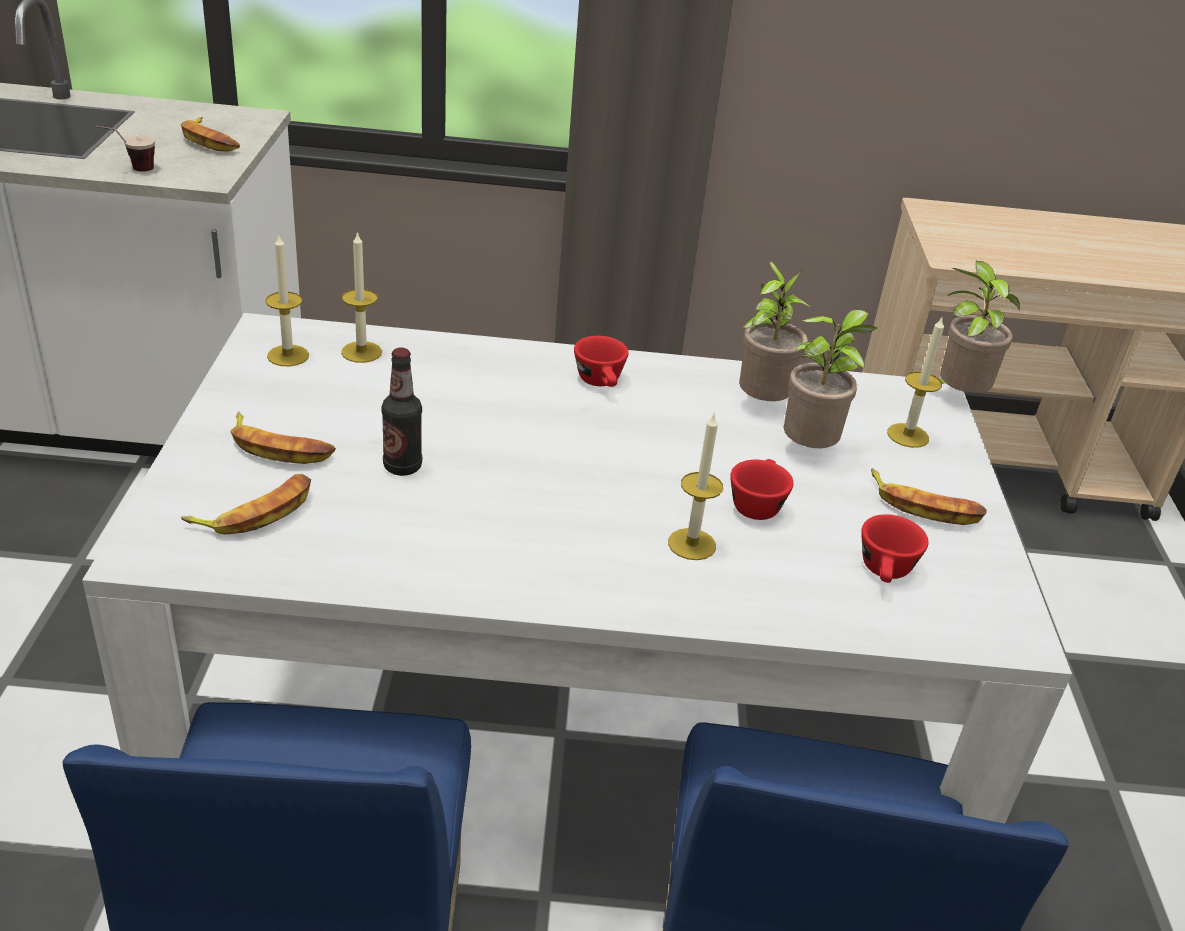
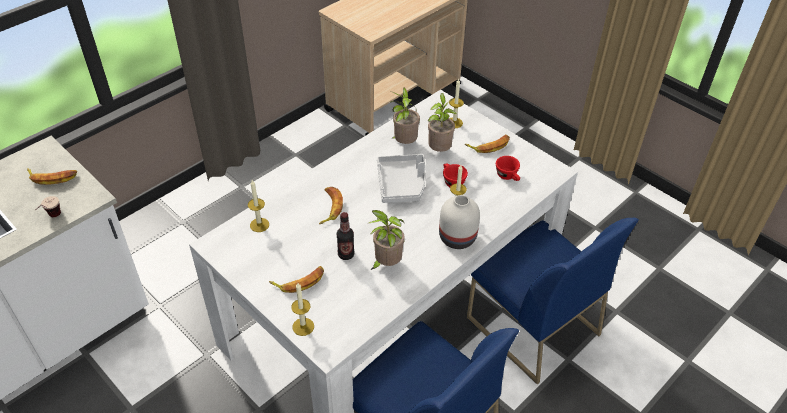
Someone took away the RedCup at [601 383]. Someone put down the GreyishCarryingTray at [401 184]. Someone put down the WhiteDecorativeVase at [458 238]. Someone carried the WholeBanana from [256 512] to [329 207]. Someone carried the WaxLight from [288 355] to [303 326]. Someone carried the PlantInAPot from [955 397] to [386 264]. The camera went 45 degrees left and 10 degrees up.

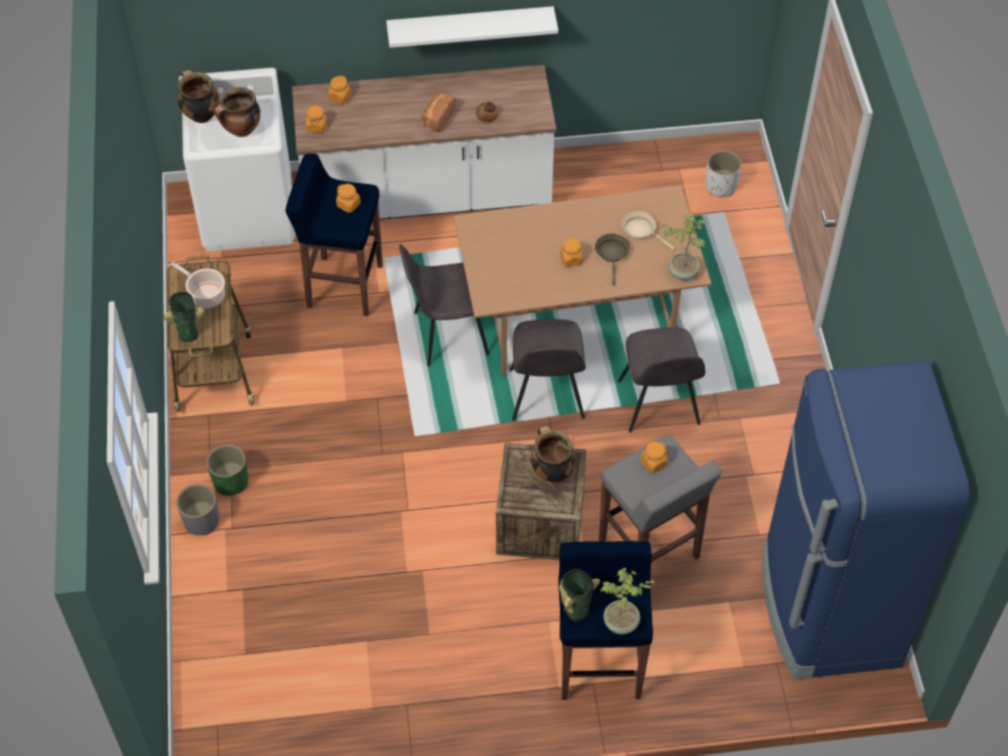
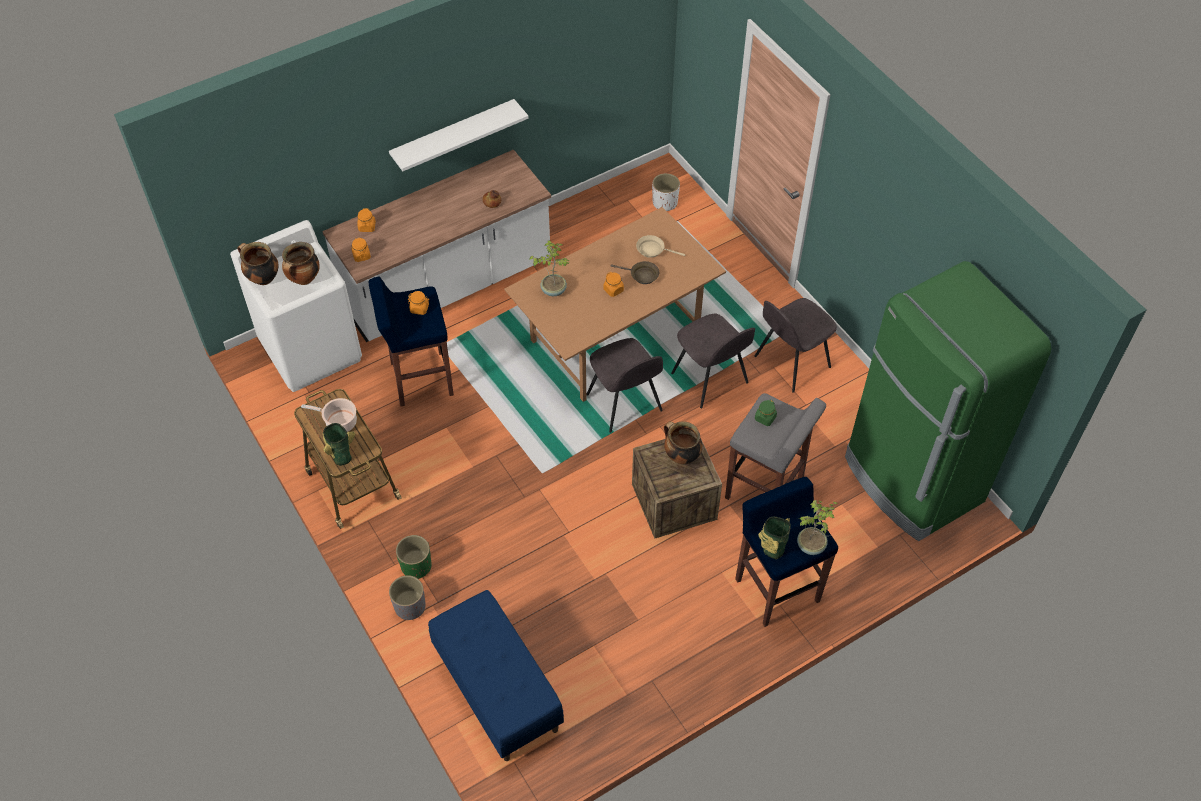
Someone took away the Bread at [437 118]. Someone put down the BlueColouredIndoorBench at [496 690]. Someone carried the GreyishUprightChair from [448 334] to [790 363]. Someone carried the PlantInAPot from [683 272] to [553 290]. Someone repainted the OrangeStorageJar at [653 463], which became the GreenishStorageJar at [765 418]. Someone repainted the BlueColouredRefrigerator at [828 609], which became the GreenishRefrigerator at [912 481]. Someone rotated the BrownishFryingPan at [612 254] by 135 degrees clockwise. The camera went 25 degrees left and 0 degrees up.

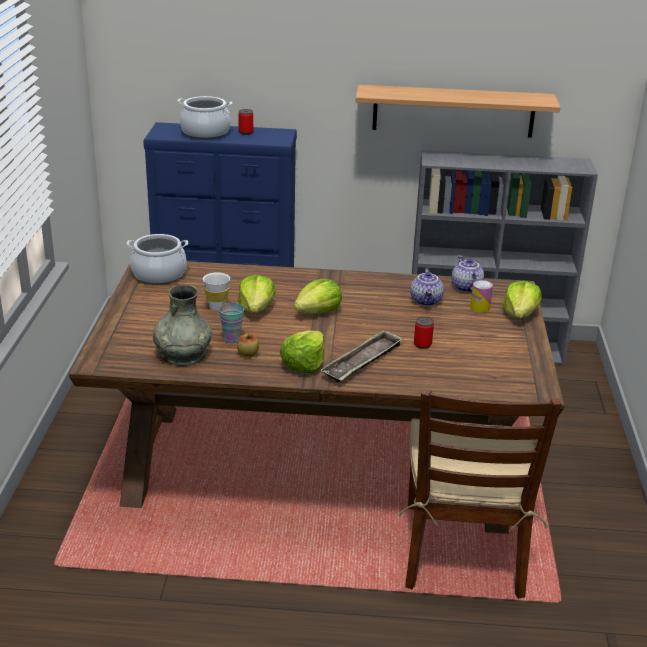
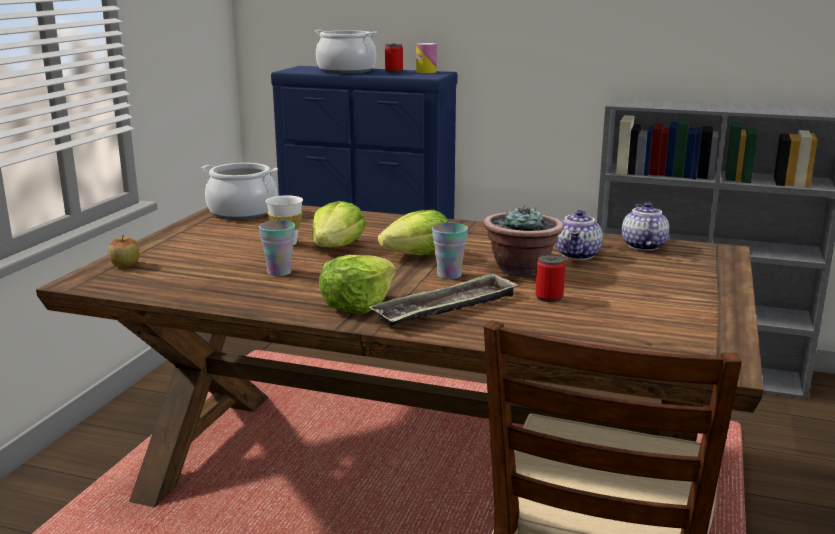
Someone took away the GreyishDecorativeVase at [182 353]. Someone took away the BracketShelf at [453 111]. Someone took away the LettuceHead at [520 314]. Someone put down the Cup at [449 275]. Someone put down the PlantInAPot at [521 269]. Someone carried the Apple from [248 354] to [125 265]. Someone carried the SealedCan from [480 307] to [426 72]. The camera went 15 degrees right and 10 degrees down.

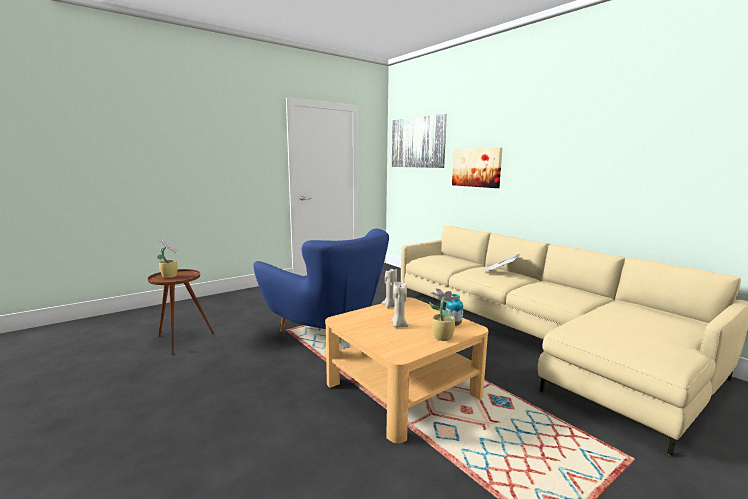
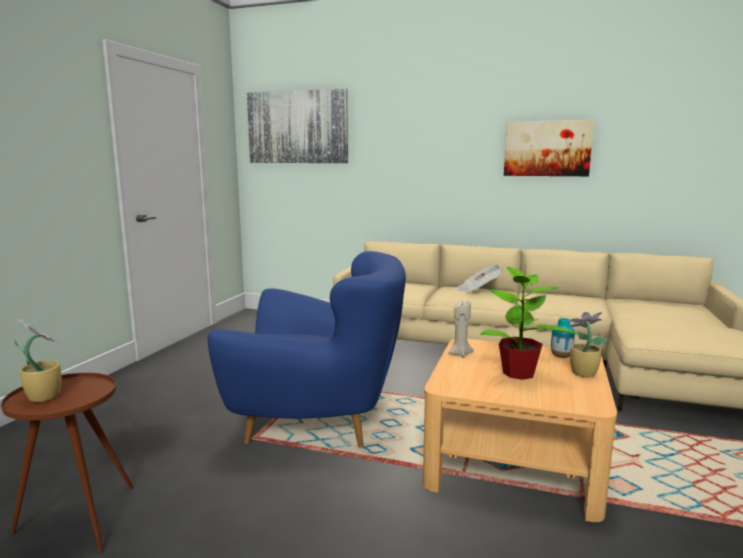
Someone carried the Picture from [476 167] to [547 148]. Someone swapped the BeigeColouredWaxLight at [398 325] for the PlantInAPot at [518 373]. The camera went 35 degrees left and 0 degrees up.

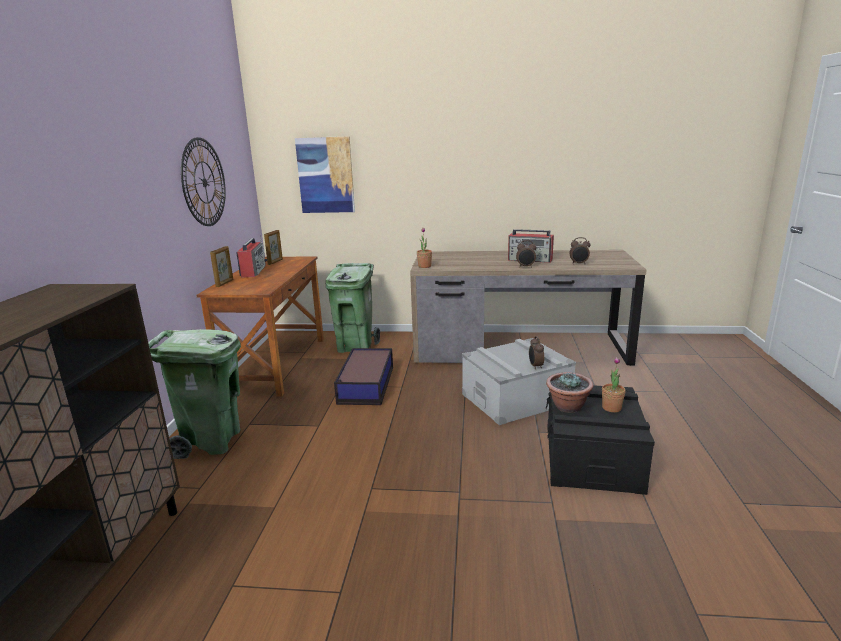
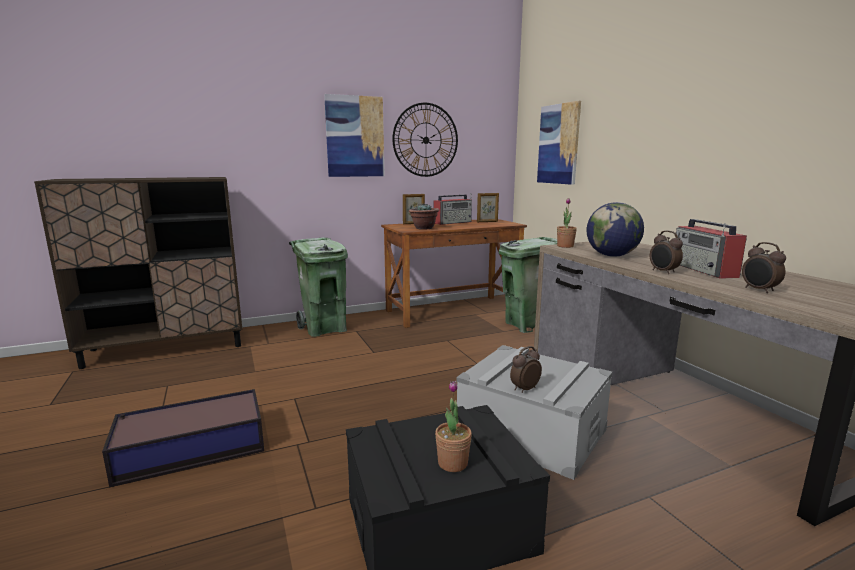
Someone put up the Picture at [355 136]. Someone put down the DeskGlobe at [612 256]. Someone carried the StorageContainer from [365 385] to [190 448]. Someone carried the PlantInAPot from [568 407] to [423 228]. The camera went 60 degrees right and 5 degrees down.

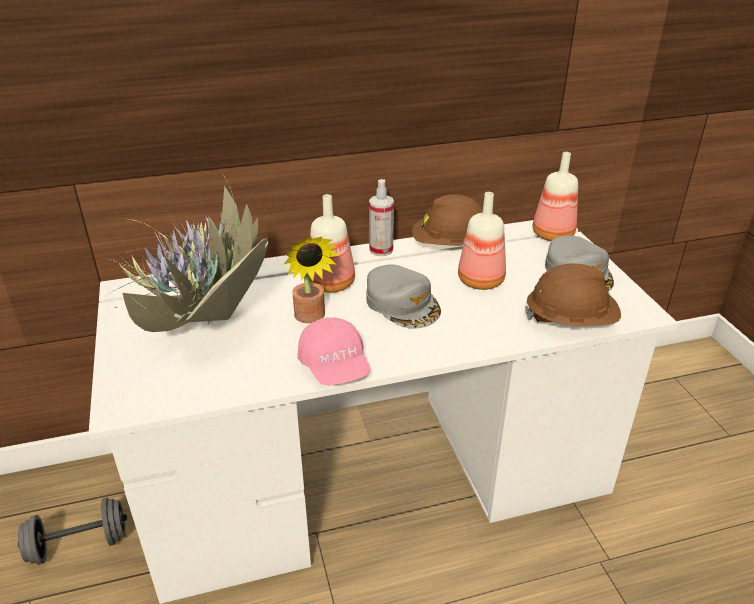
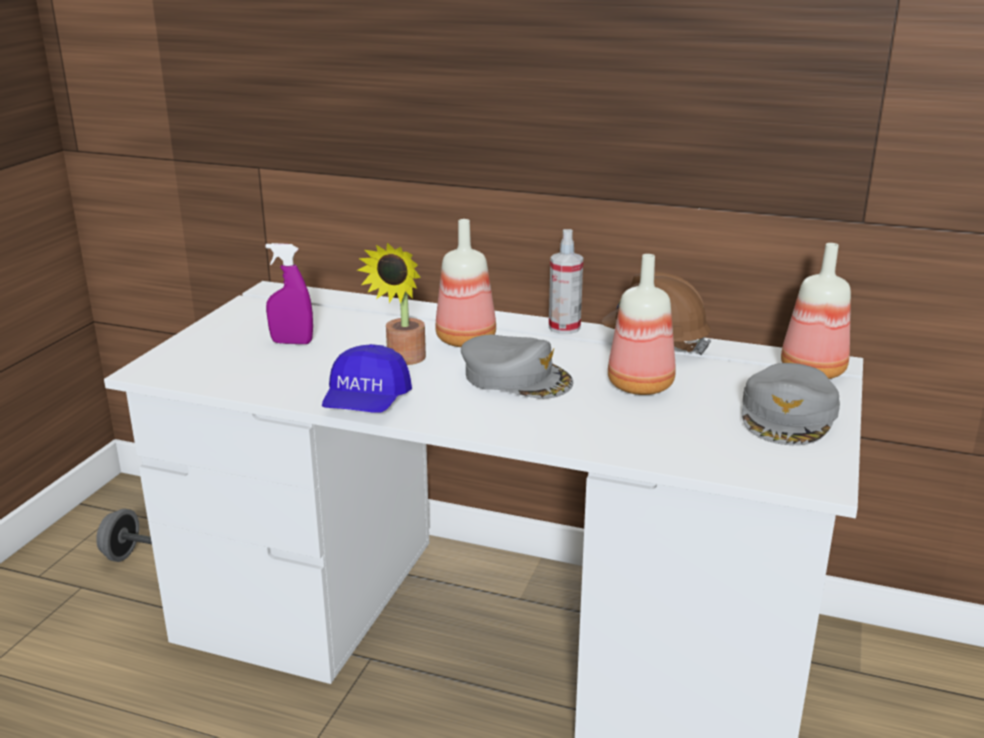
Someone took away the BrownishWorkHelmet at [570 320]. Someone swapped the PlantInAPot at [207 333] for the PurpleSprayBottle at [292 342]. Someone repainted the PinkishPeakedCap at [335 367], which became the BlueColouredPeakedCap at [366 404]. Someone rotated the GreyishPeakedCap at [402 303] by 60 degrees counterclockwise. The camera went 35 degrees right and 10 degrees down.

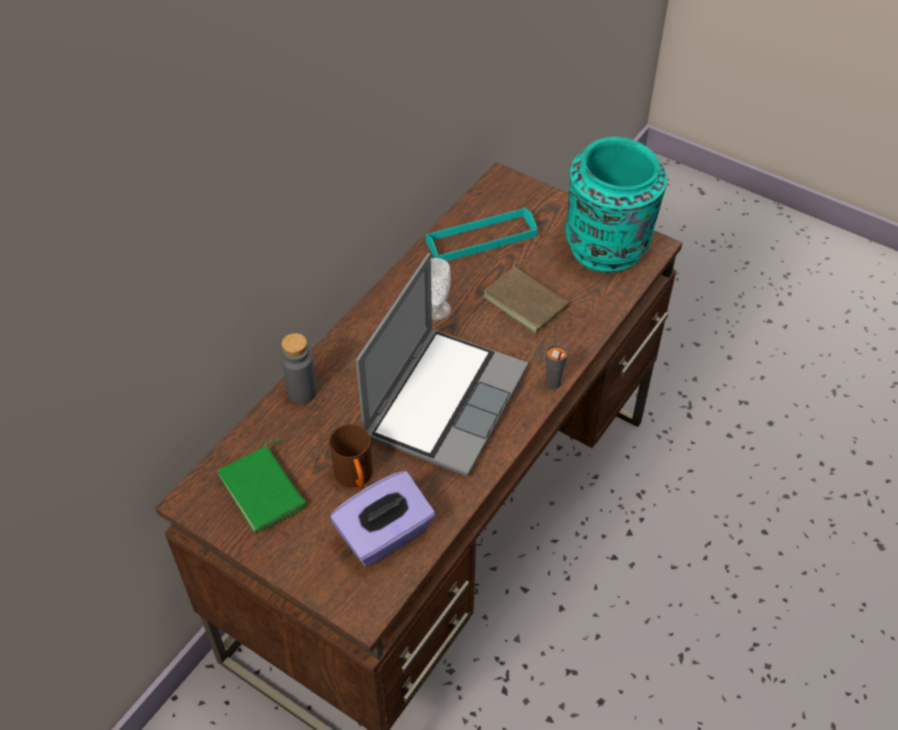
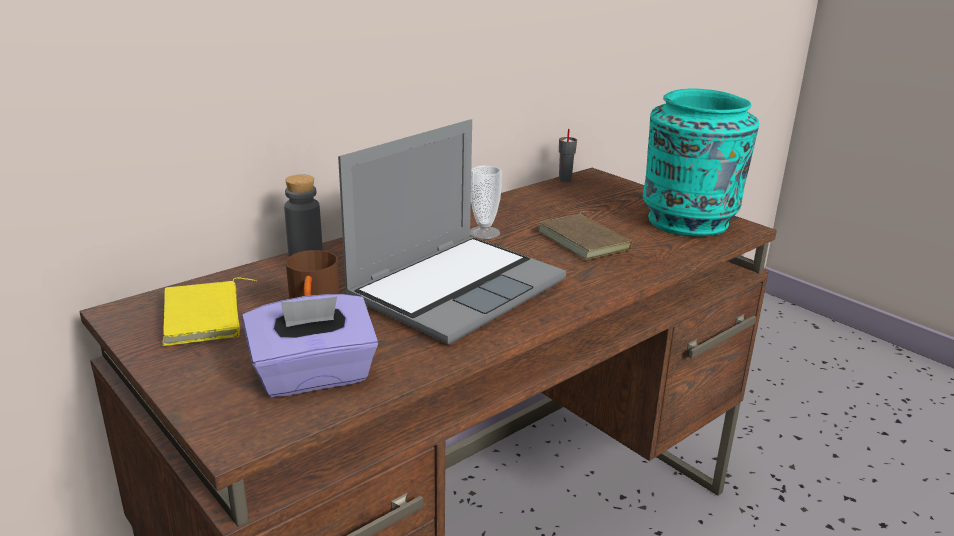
Someone took away the TurquoiseCarryingTray at [481 239]. Someone carried the GreyishCup from [553 383] to [564 180]. Someone repainted the GreenishBook at [265 491], which became the YellowColouredBook at [206 318]. The camera went 15 degrees right and 25 degrees down.

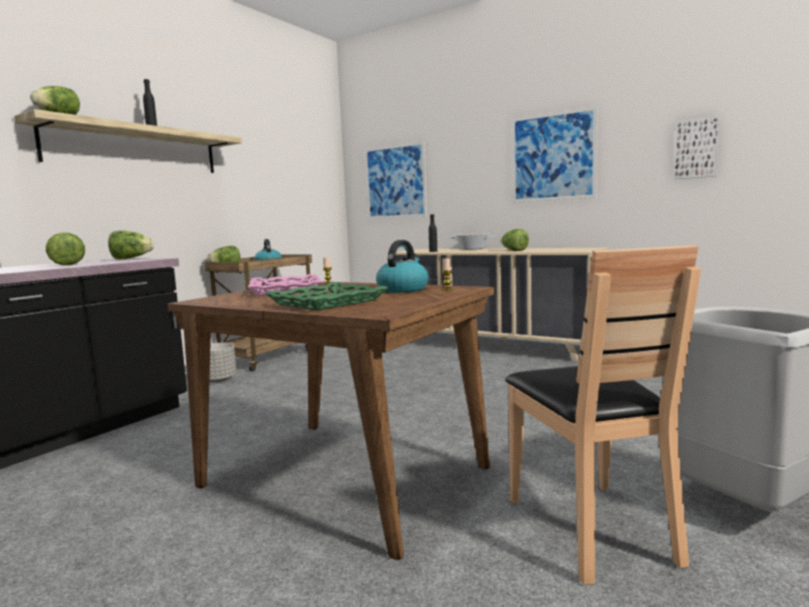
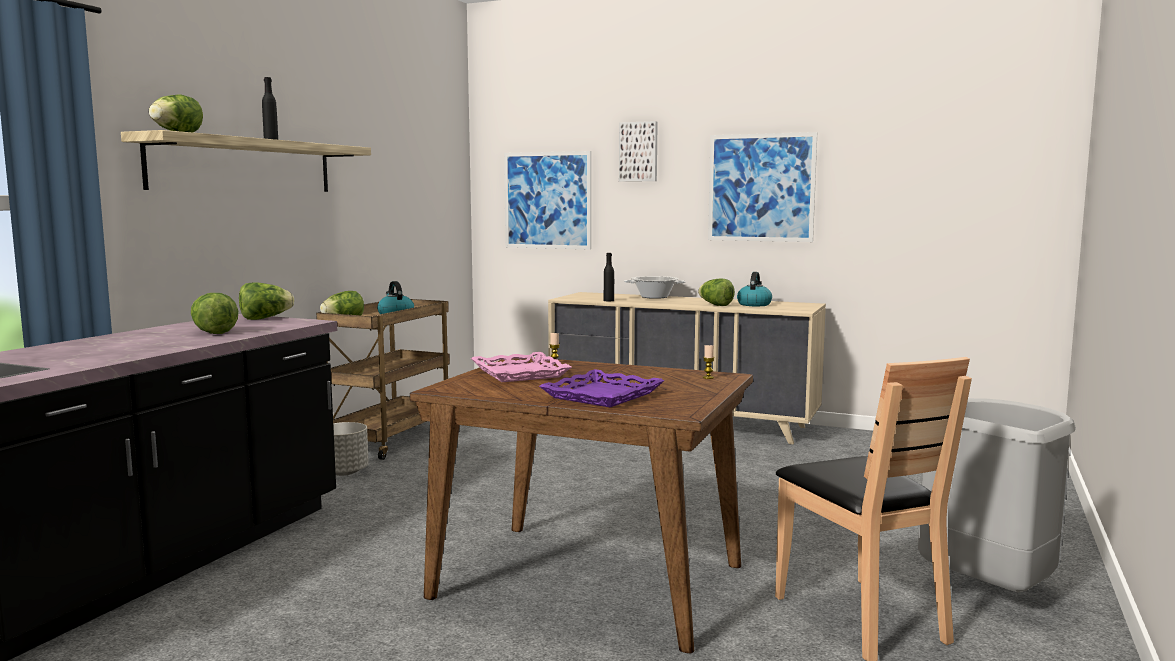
Someone carried the TeaKettle from [403 289] to [754 304]. Someone carried the Picture from [696 149] to [639 152]. Someone repainted the GreenishCarryingTray at [328 302], which became the PurpleCarryingTray at [603 395]. The camera went 10 degrees left and 0 degrees up.

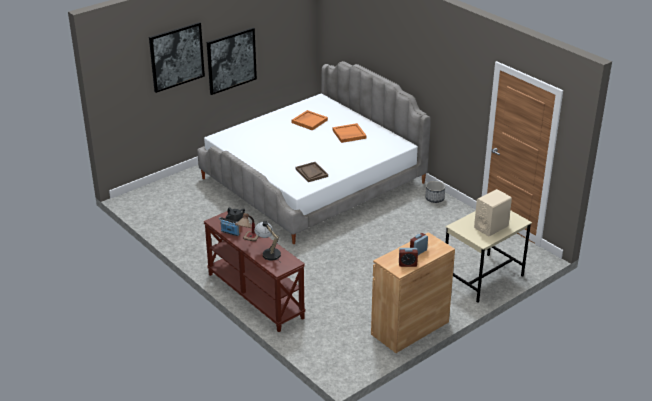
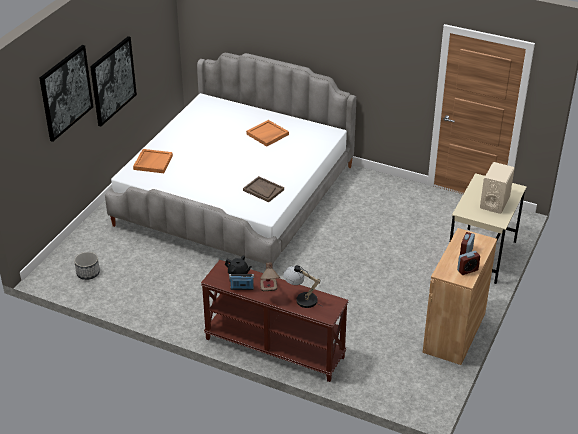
Someone carried the OrangeCarryingTray from [309 121] to [153 162]. Someone carried the Planter from [434 199] to [88 273]. The camera went 25 degrees left and 5 degrees up.

